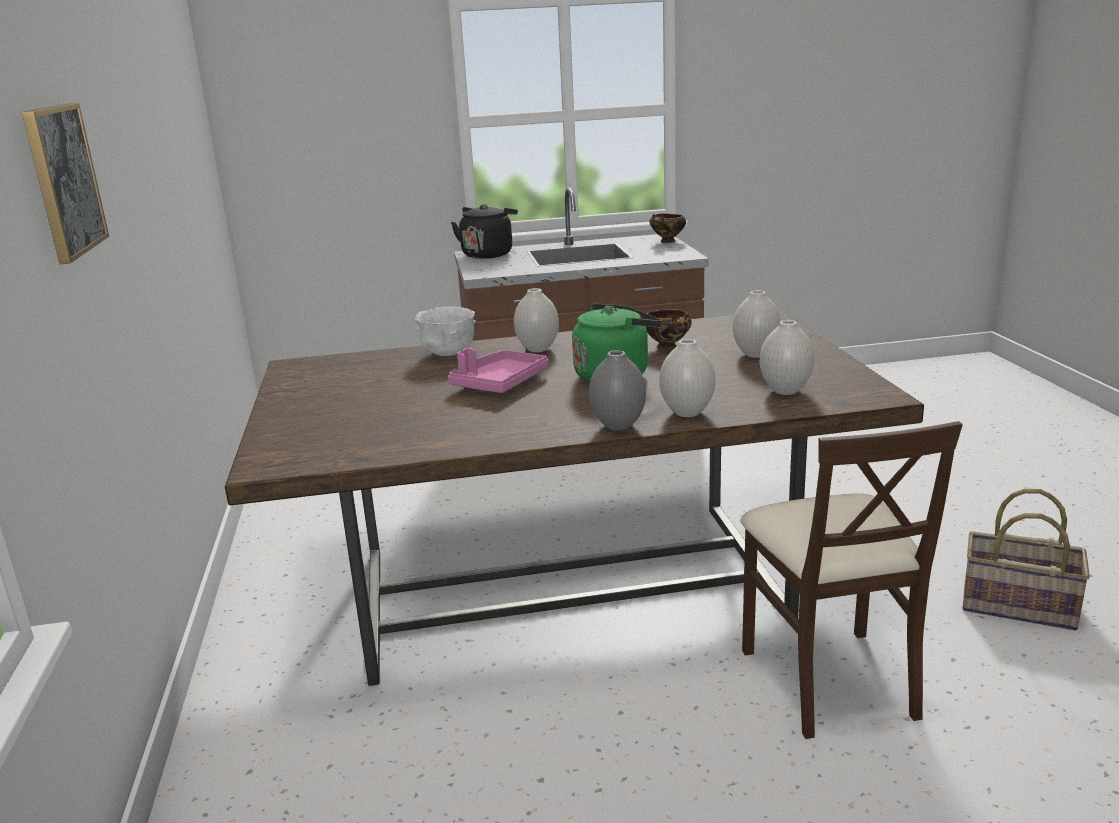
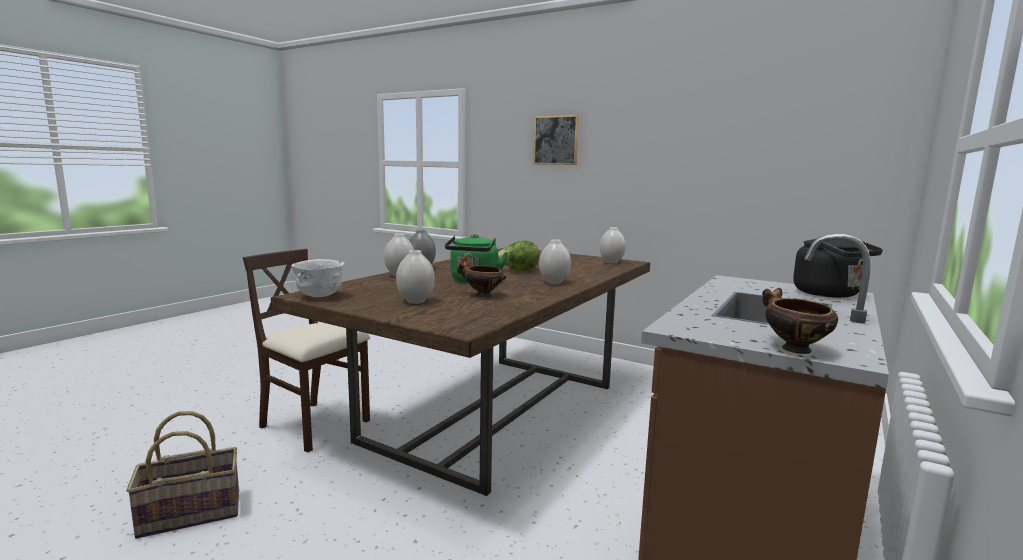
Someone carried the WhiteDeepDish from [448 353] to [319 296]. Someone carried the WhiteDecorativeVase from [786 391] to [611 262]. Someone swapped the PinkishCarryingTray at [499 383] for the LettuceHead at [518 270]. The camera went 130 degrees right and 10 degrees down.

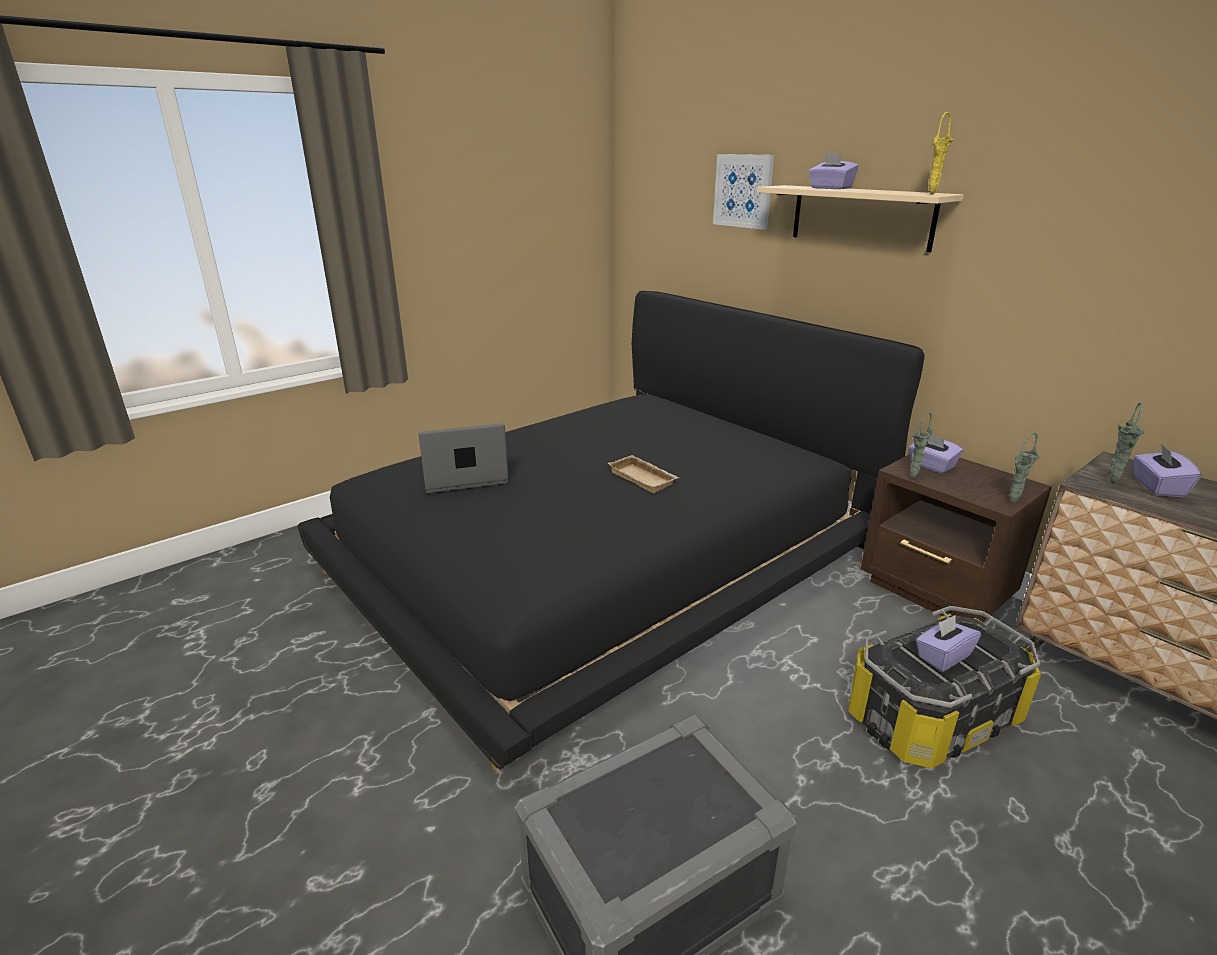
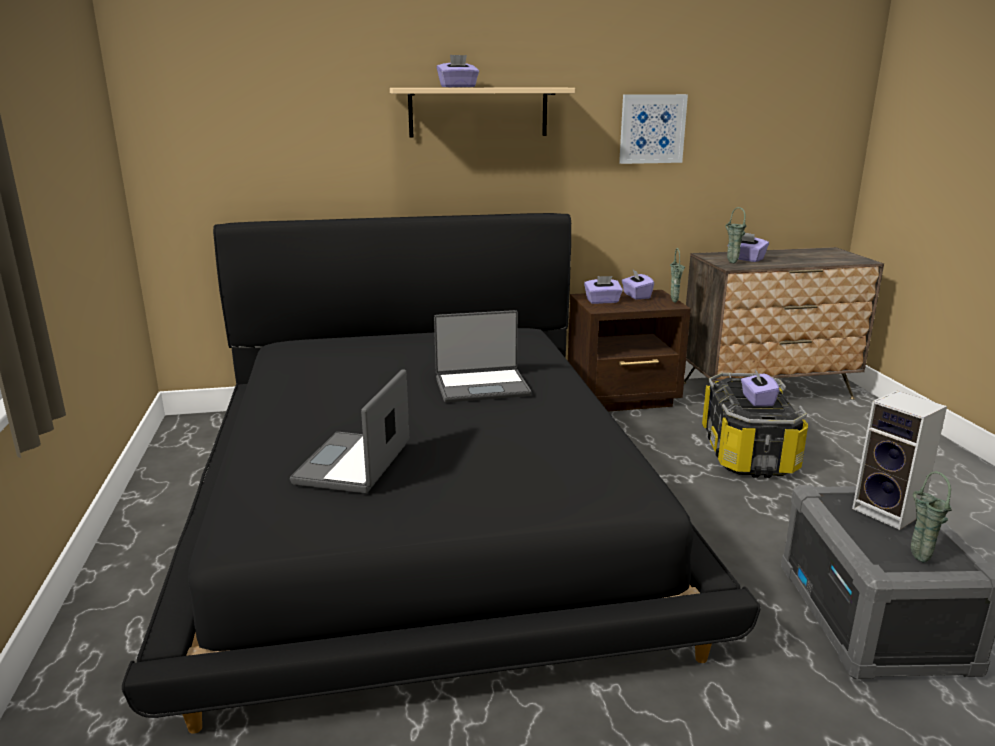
Someone took away the YellowColouredDecorativeVase at [931 194]. Someone put down the PurpleBoxOfTissues at [636 296]. Someone put down the Speaker at [890 512]. Someone carried the Picture from [743 191] to [652 129]. Someone carried the GreenishDecorativeVase from [914 476] to [916 558]. Someone swapped the BeigeColouredCarryingTray at [644 478] for the PortableComputer at [482 386]. The camera went 60 degrees left and 5 degrees down.

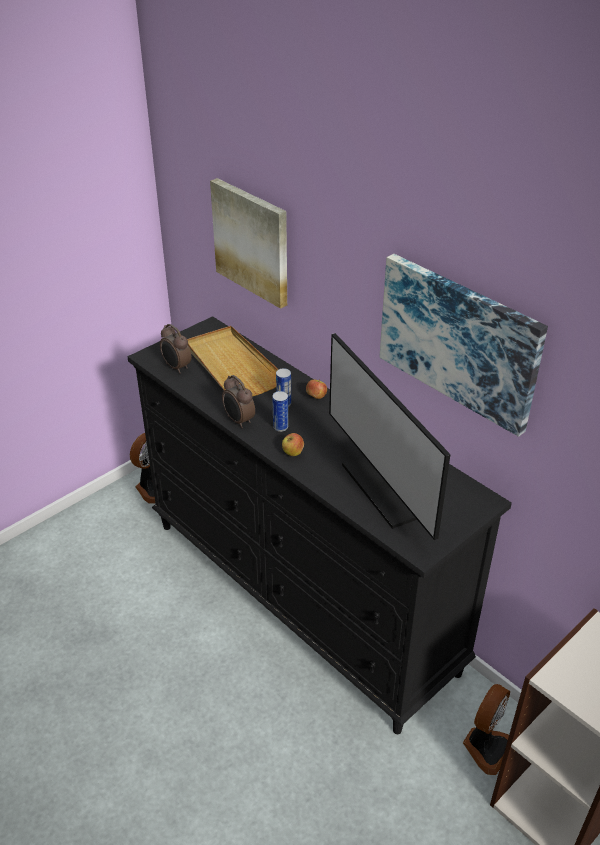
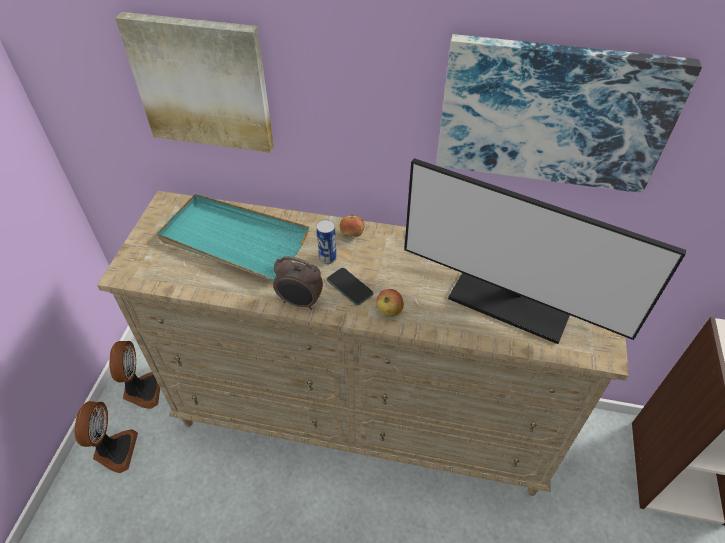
Someone took away the BedsideClock at [176 367]. Someone carried the CoolingFan from [486 747] to [114 450]. Someone swapped the SealedCan at [280 427] for the Phone at [349 287]. Someone repainted the BlackChestOfDrawers at [301 596], which became the BeigeColouredChestOfDrawers at [364 418]. Someone repainted the BeigeColouredCarryingTray at [232 366], which became the TurquoiseCarryingTray at [233 240]. The camera went 35 degrees left and 10 degrees up.

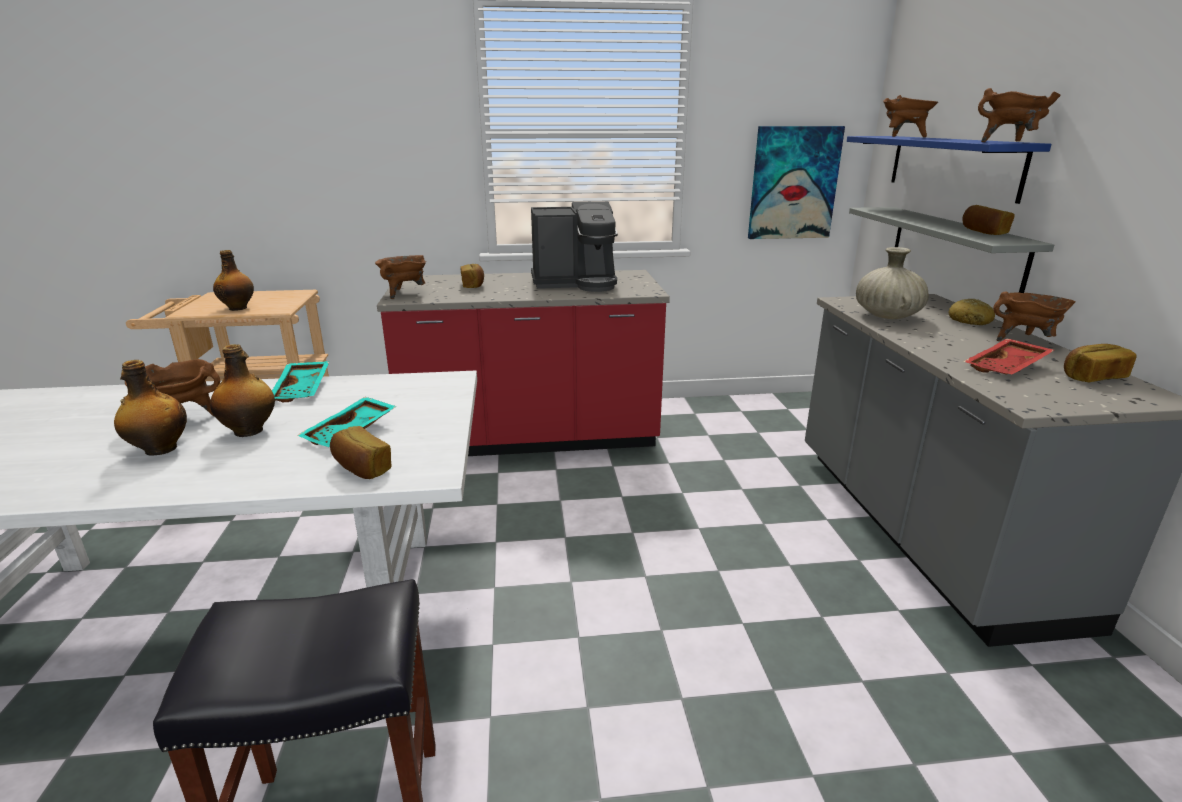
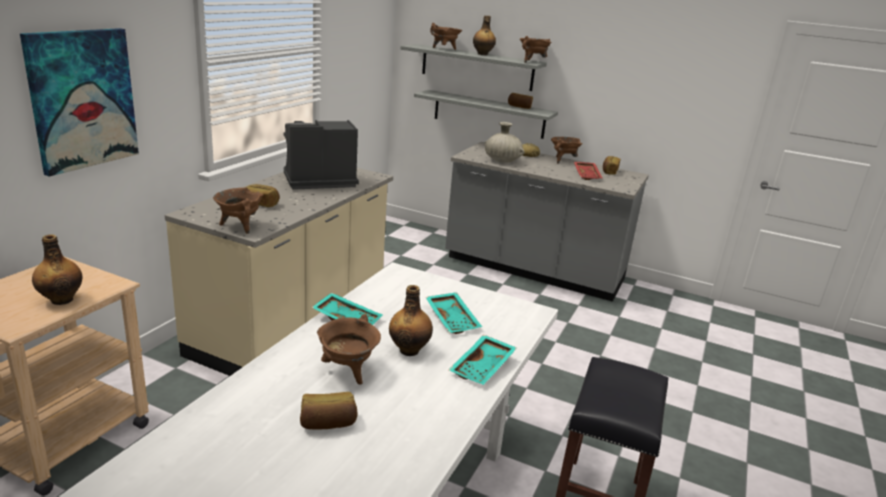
Someone put down the TurquoiseCarryingTray at [483 368]. Someone carried the BeverageBottle from [159 450] to [482 54]. Someone carried the Bread from [361 468] to [328 423]. Someone carried the Picture from [793 183] to [82 99]. Someone repainted the RedKitchenCounter at [531 438], which became the BeigeColouredKitchenCounter at [294 320]. Someone repainted the BlueColouredBracketShelf at [952 165], which became the GreyishBracketShelf at [477 67]. Someone rotated the CoffeeMaker at [576 283] by 135 degrees counterclockwise. The camera went 60 degrees left and 0 degrees up.

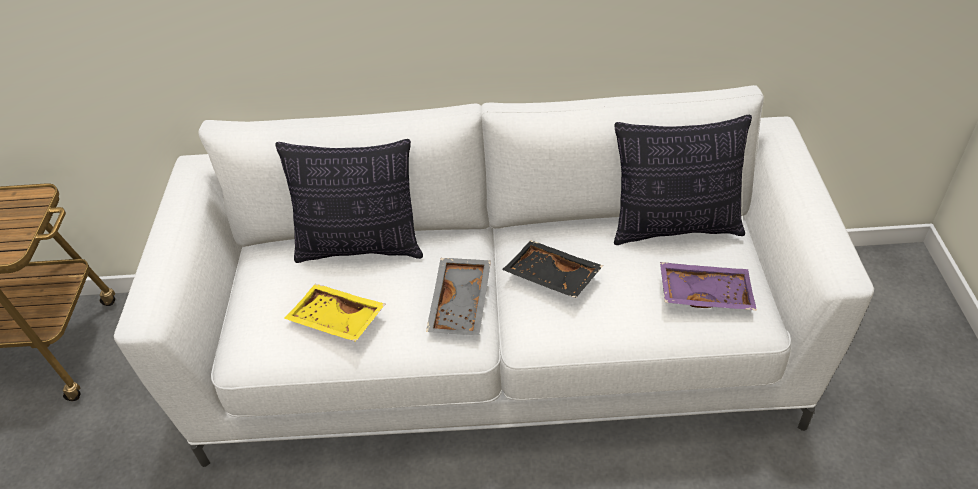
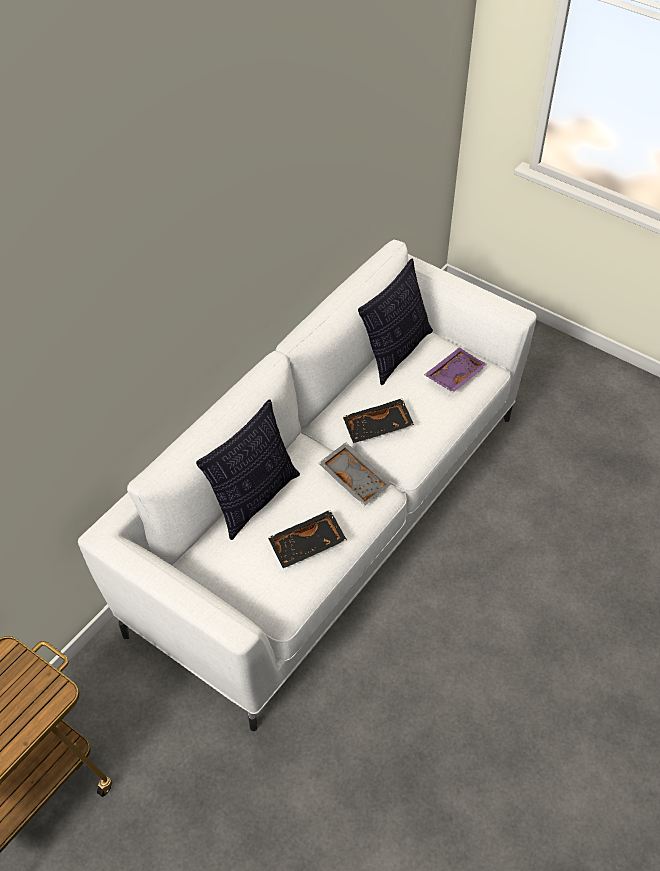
Someone repainted the YellowColouredCarryingTray at [336 321], which became the BlackCarryingTray at [307 545]. The camera went 55 degrees left and 5 degrees up.

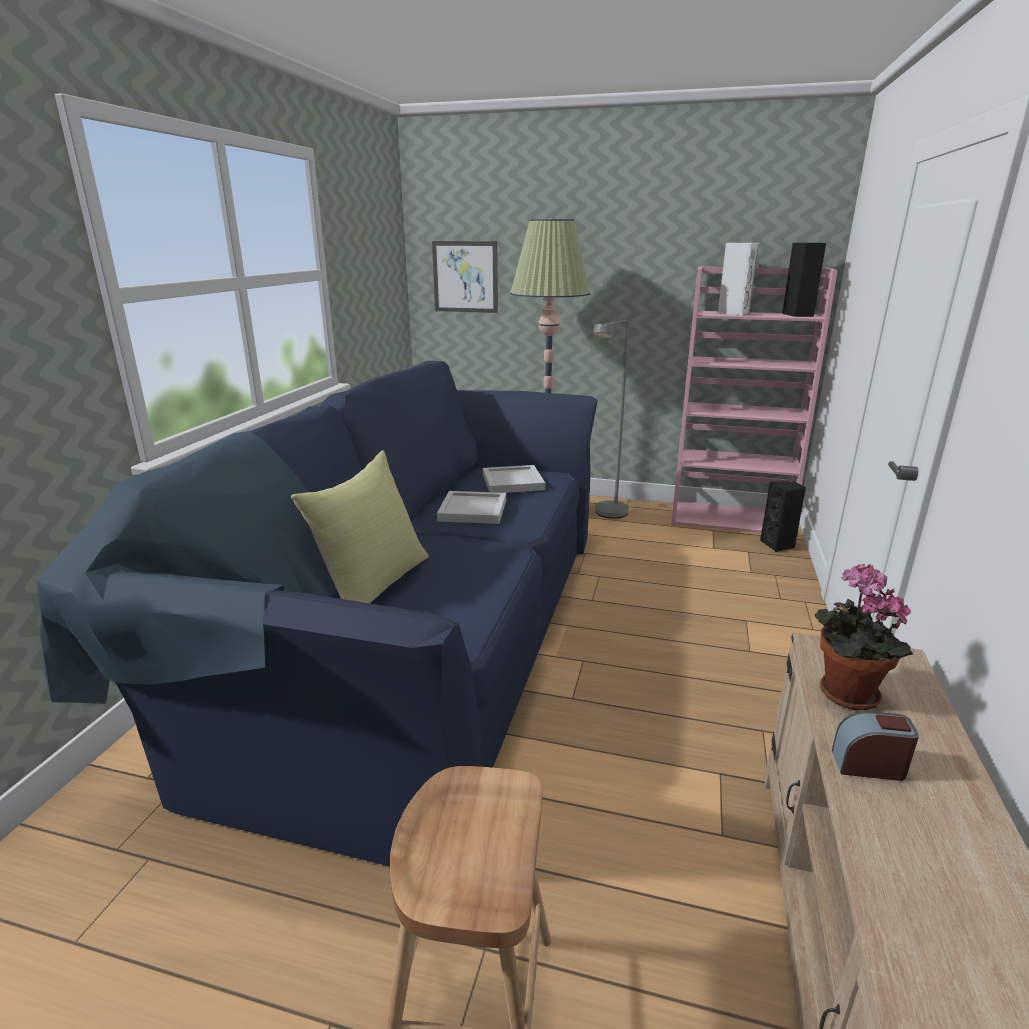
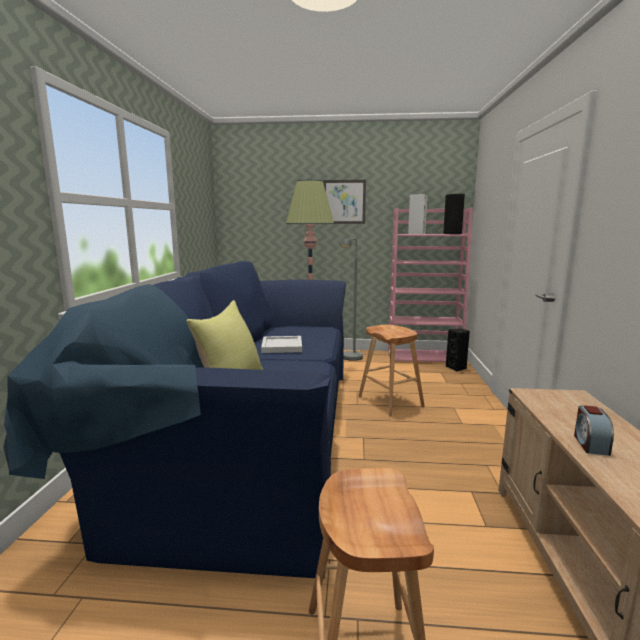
Someone took away the WhiteCarryingTray at [512 482]. Someone took away the PlantInAPot at [843 694]. Someone put down the BrownishStoolSeat at [390 401]. Someone carried the Picture from [465 277] to [344 202]. Someone rotated the BedsideClock at [868 765] by 75 degrees counterclockwise. The camera went 10 degrees left and 10 degrees down.

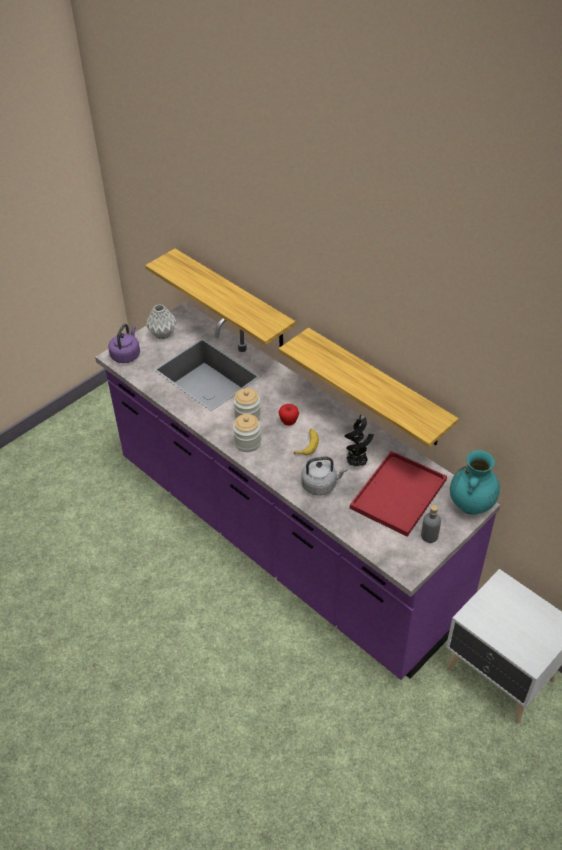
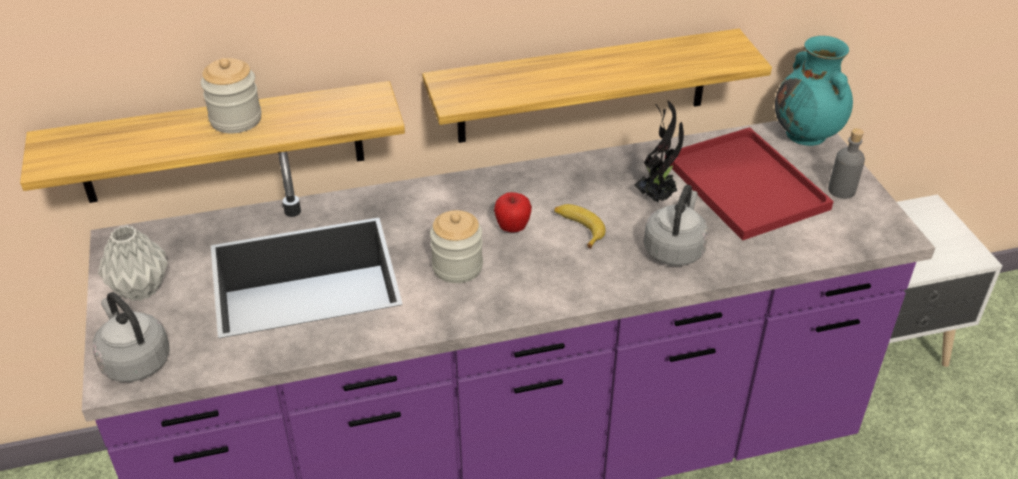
Someone carried the StorageJar from [247 442] to [236 119]. Someone repainted the PurpleTeaKettle at [126 355], which became the GreyishTeaKettle at [134 360]. The camera went 60 degrees left and 5 degrees down.

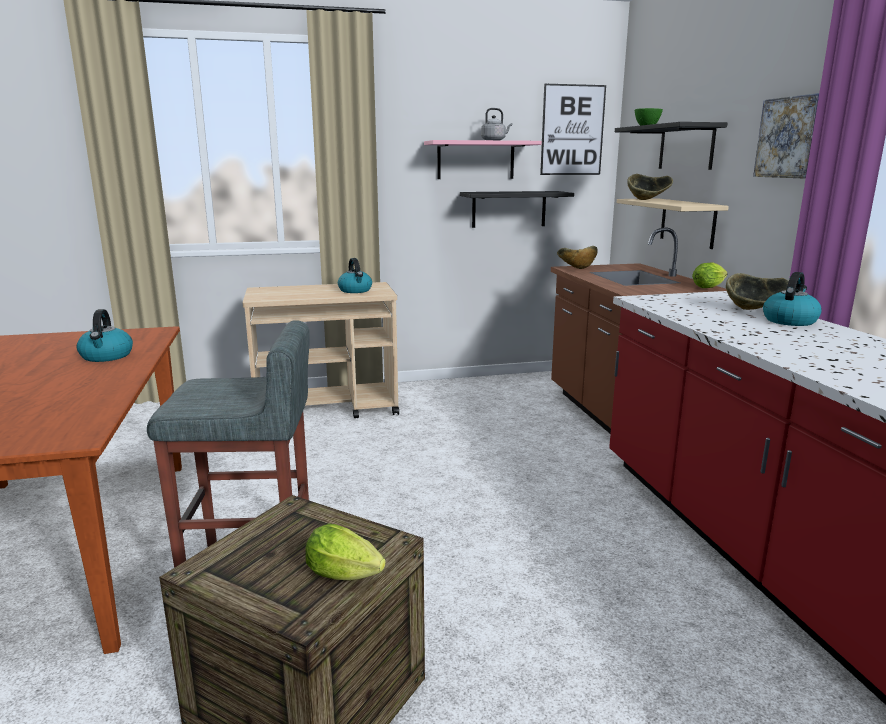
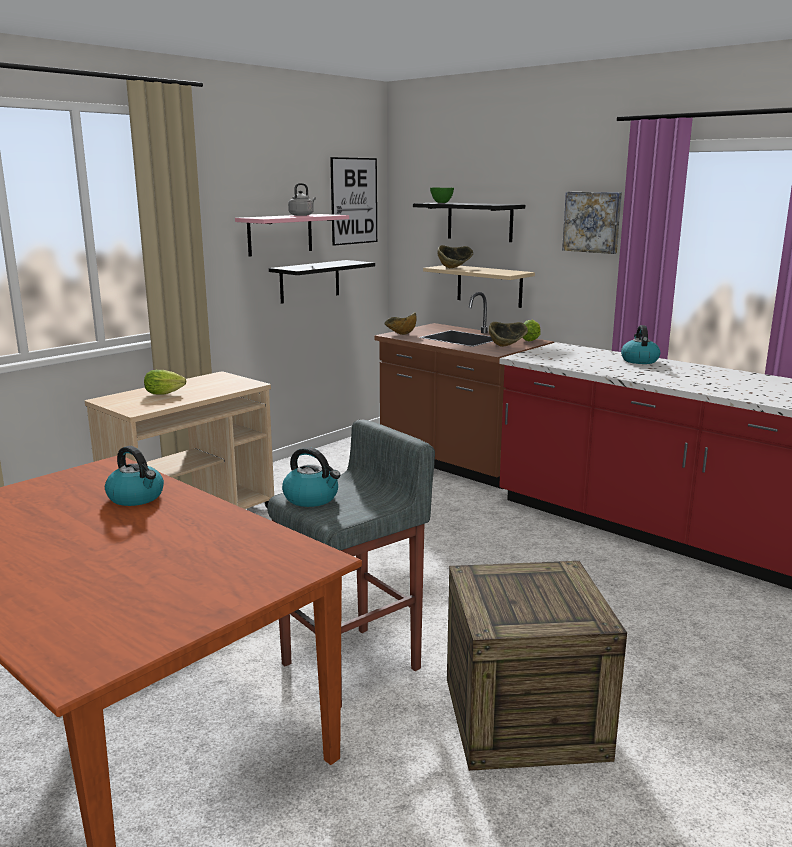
Someone carried the LettuceHead from [347 576] to [166 393]. Someone carried the TeaKettle from [355 290] to [312 498]. Someone carried the DeepDish from [753 310] to [506 346]. The camera went 35 degrees left and 0 degrees up.

